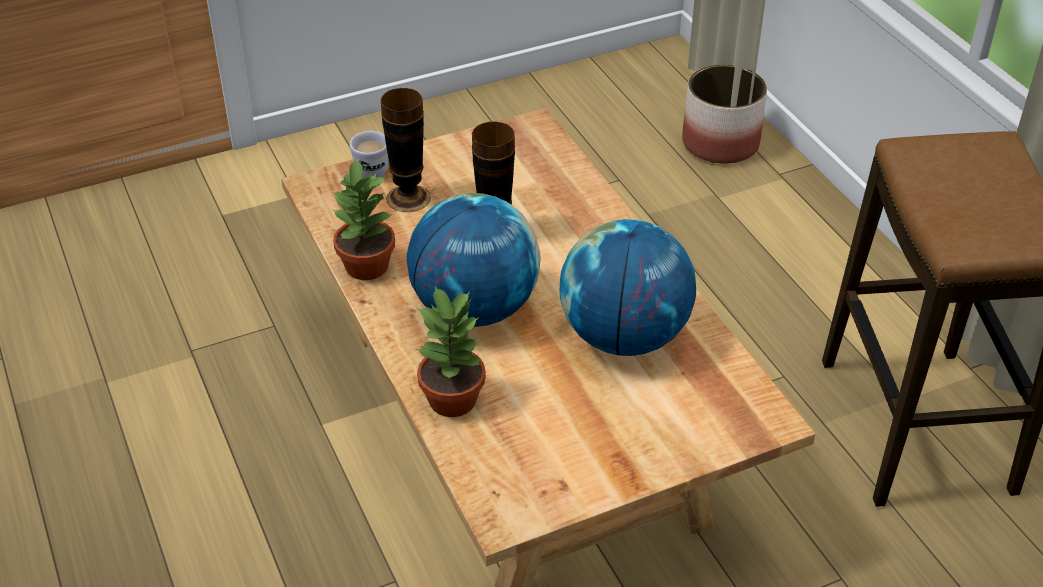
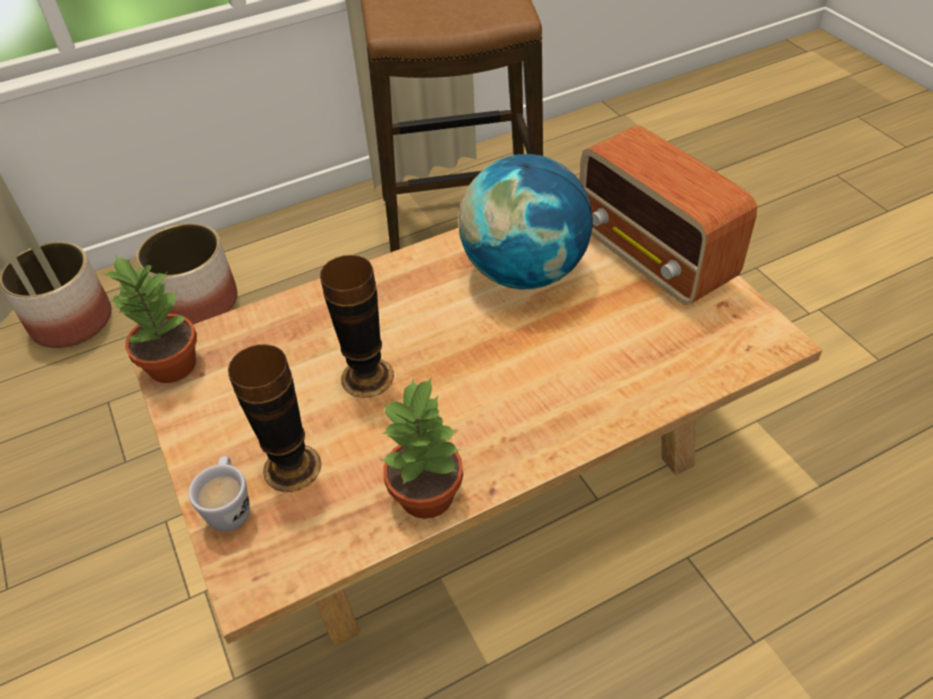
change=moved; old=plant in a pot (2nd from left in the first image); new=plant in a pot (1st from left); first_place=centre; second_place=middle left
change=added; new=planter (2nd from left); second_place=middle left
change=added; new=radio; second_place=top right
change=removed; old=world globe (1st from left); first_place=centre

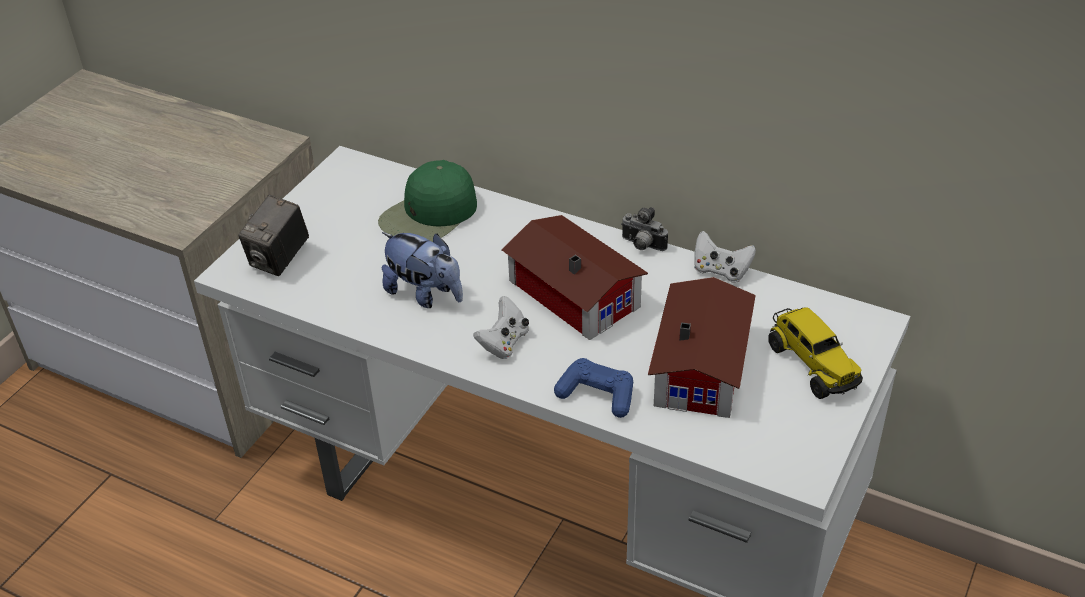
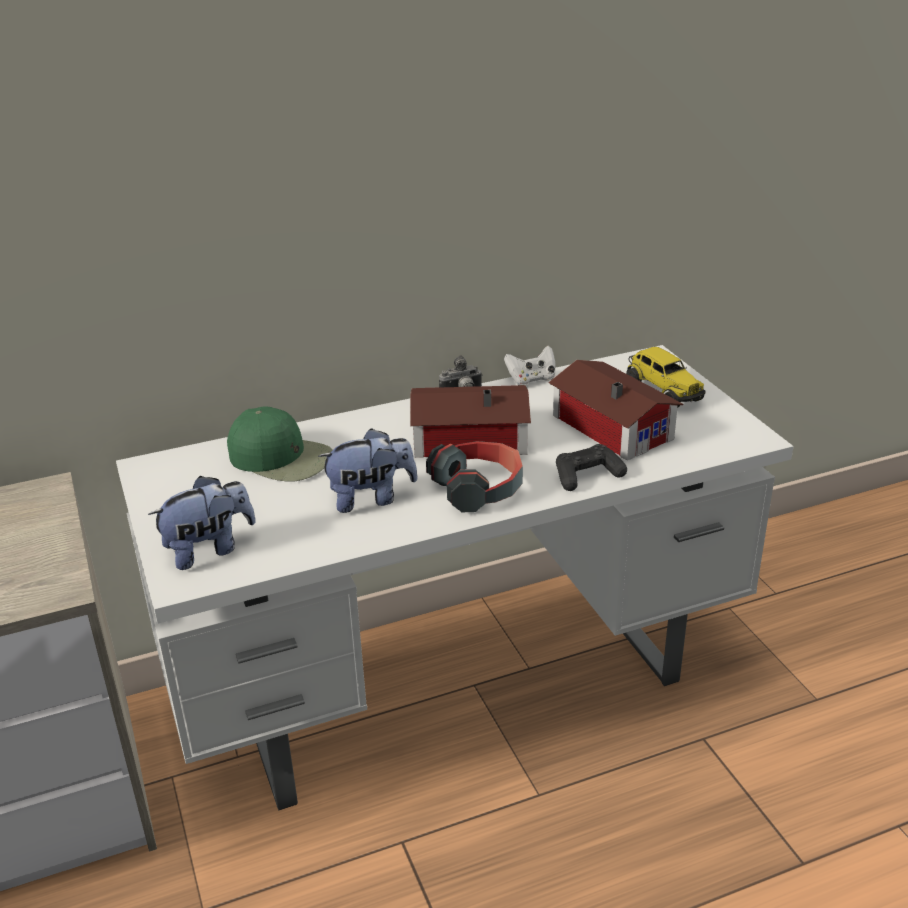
change=replaced; old=still camera (1st from left); new=plush toy (1st from left); first_place=middle left; second_place=middle left
change=turned; old=peaked cap (green); first_place=centre; second_place=middle left; degrees=-60
change=replaced; old=game controller (white) (1st from left); new=pair of headphones; first_place=centre; second_place=centre
change=recoloured; old=game controller (bluish); new=game controller (black-coloured); first_place=centre; second_place=centre
change=turned; old=toy lorry; first_place=middle right; second_place=middle right; degrees=45

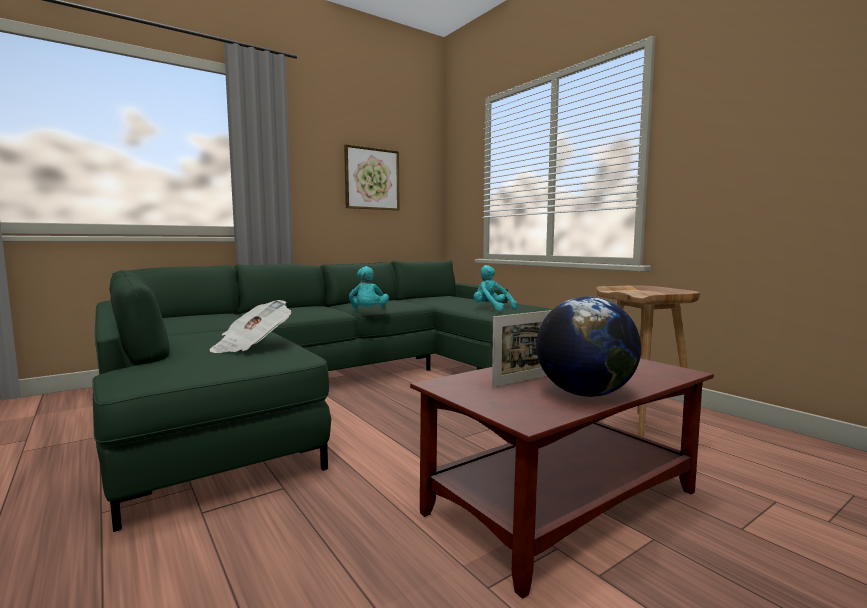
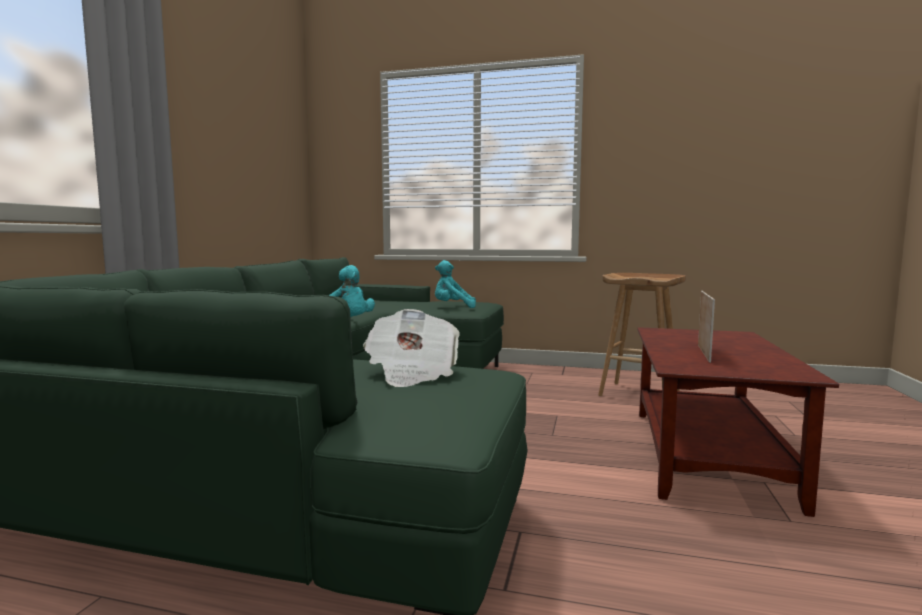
change=removed; old=picture; first_place=top centre
change=removed; old=world globe; first_place=middle right

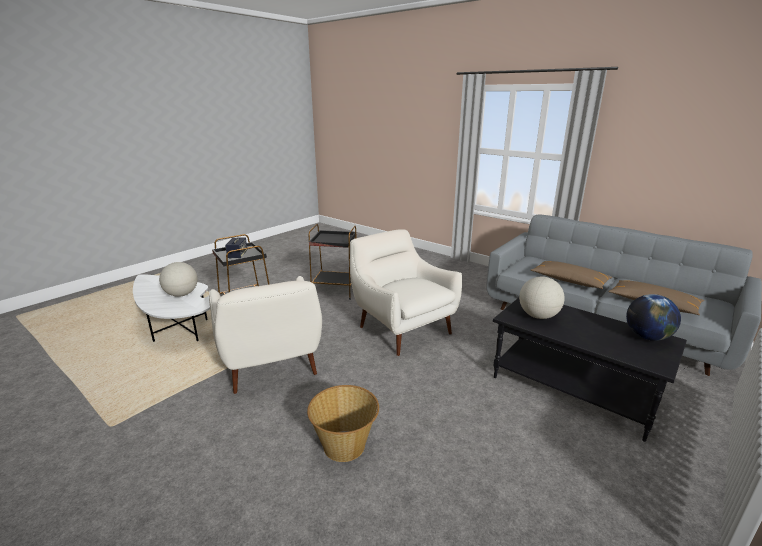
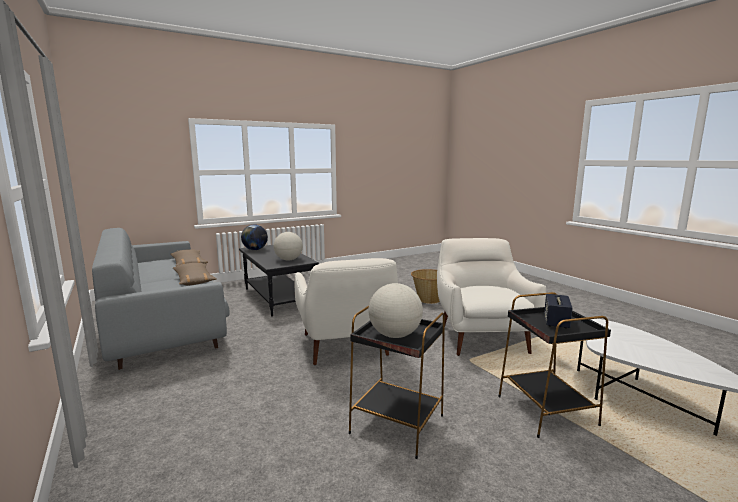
change=moved; old=world globe (1st from left in the first image); new=world globe (3rd from left); first_place=middle left; second_place=centre

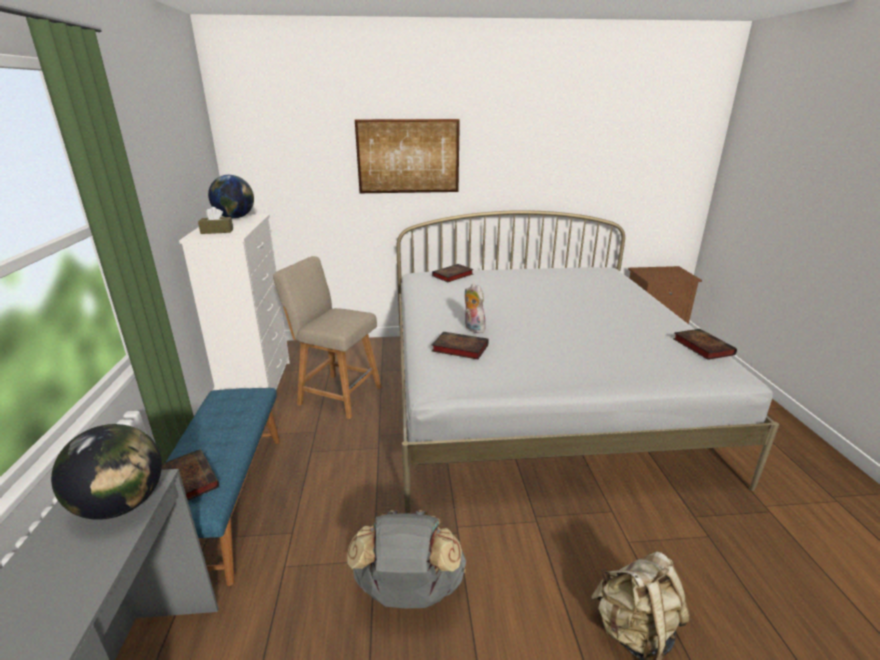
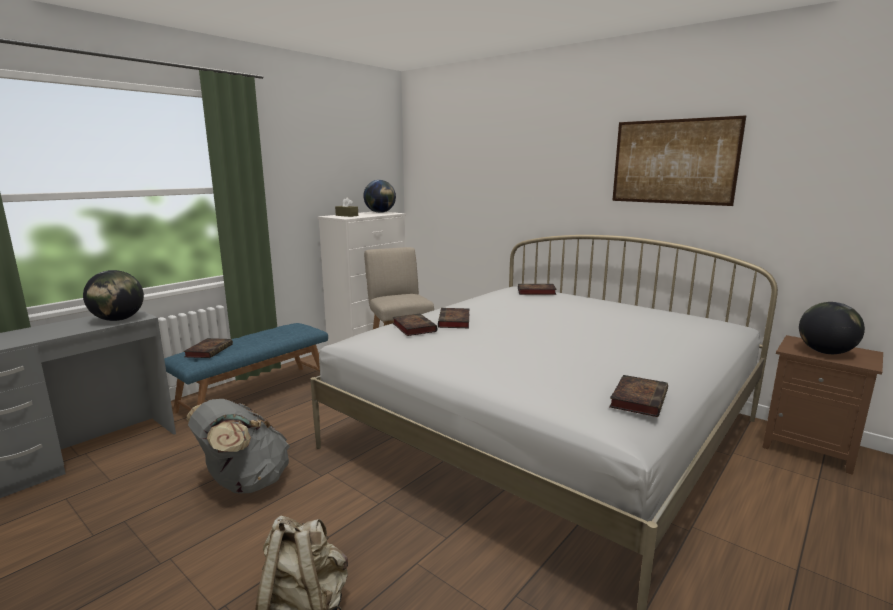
change=replaced; old=plush toy; new=book (3rd from left); first_place=centre; second_place=centre
change=moved; old=picture; first_place=top centre; second_place=top right
change=added; new=world globe (3rd from left); second_place=middle right

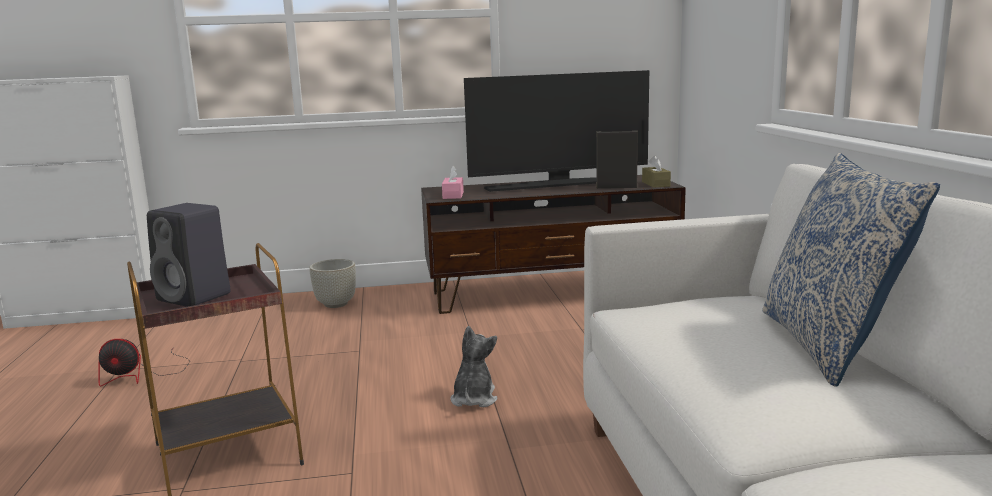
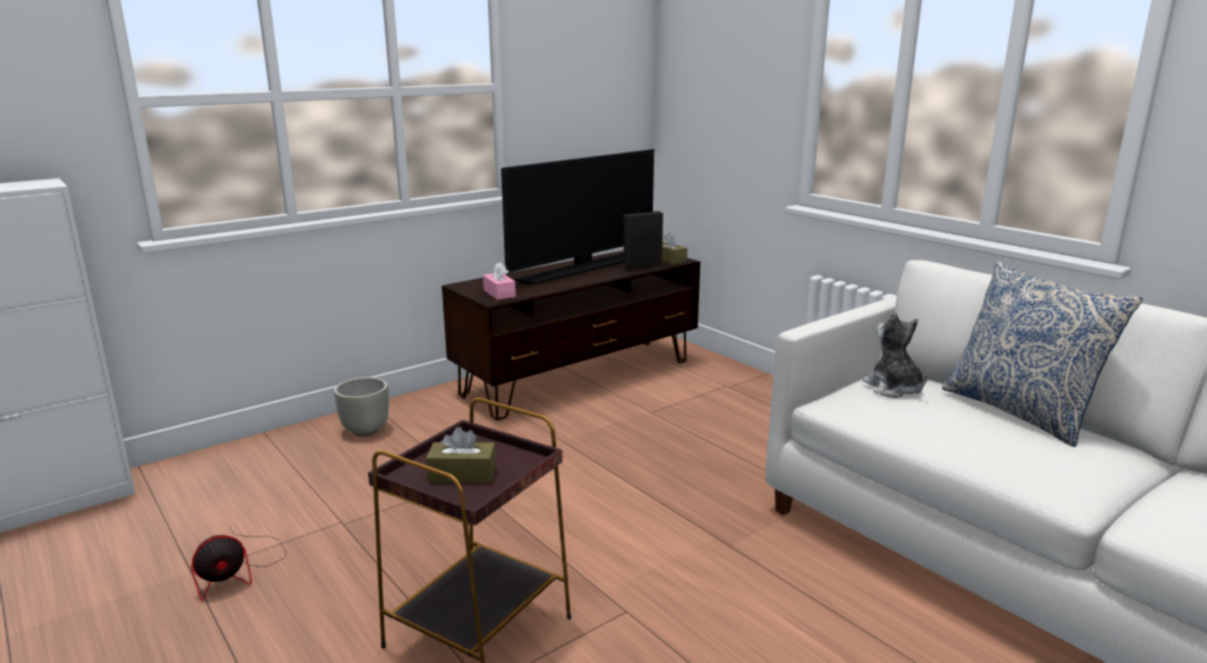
change=replaced; old=speaker (black-coloured) (1st from left); new=box of tissues (brownish) (1st from left); first_place=middle left; second_place=bottom centre
change=moved; old=plush toy; first_place=bottom centre; second_place=middle right

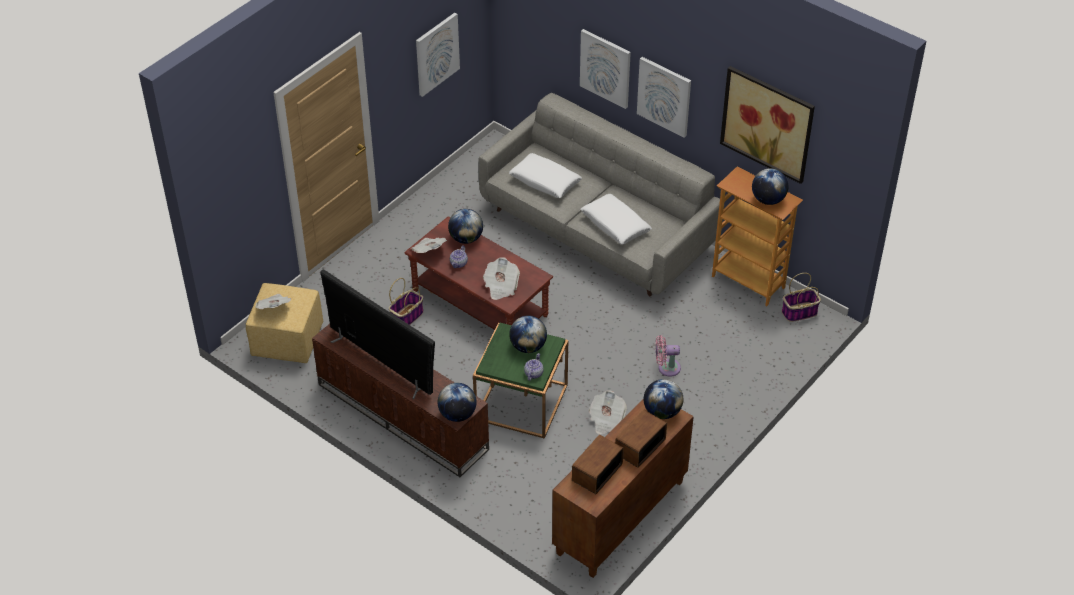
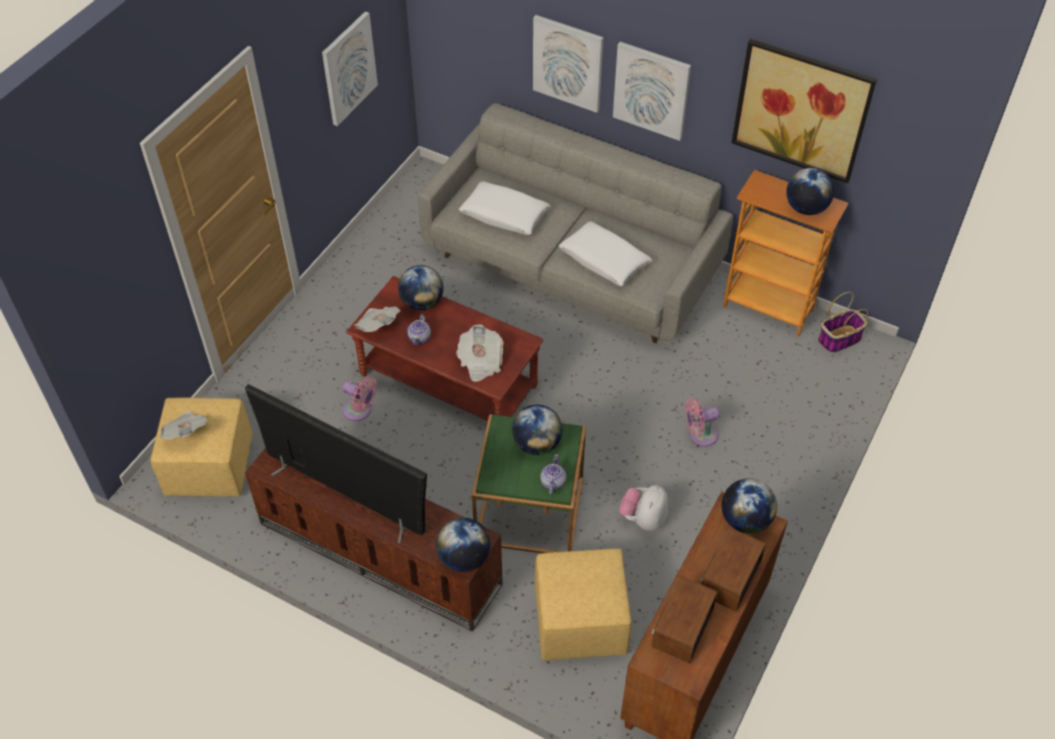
change=replaced; old=basket (1st from left); new=cooling fan (pinkish) (1st from left); first_place=centre; second_place=centre
change=added; new=footrest (yellowish) (2nd from left); second_place=bottom centre
change=replaced; old=daily paper (4th from left); new=plush toy; first_place=bottom centre; second_place=bottom centre

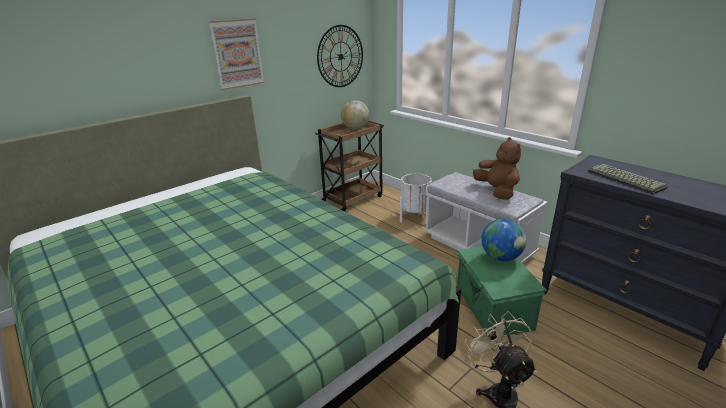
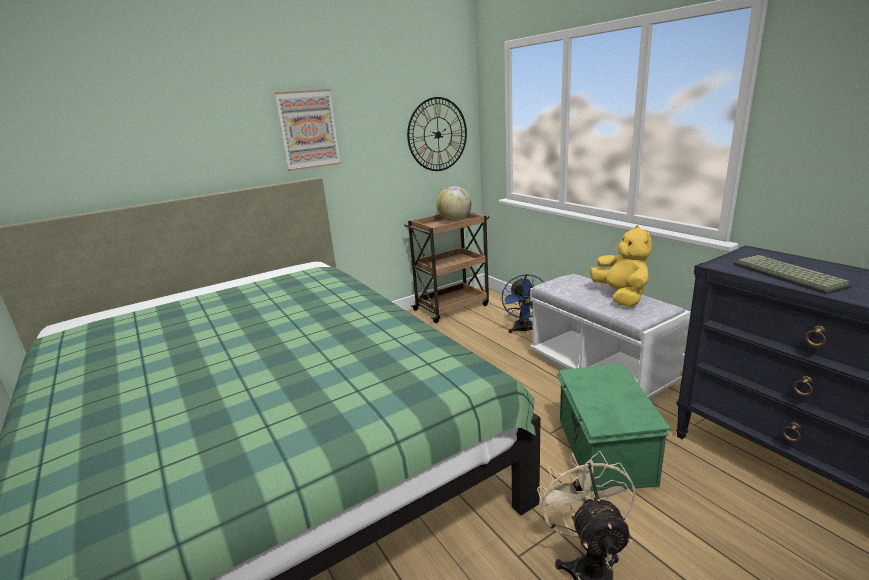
change=replaced; old=planter (white); new=cooling fan (bluish); first_place=centre; second_place=centre
change=recoloured; old=plush toy (brownish); new=plush toy (yellowish); first_place=middle right; second_place=middle right
change=removed; old=world globe (2nd from left); first_place=middle right

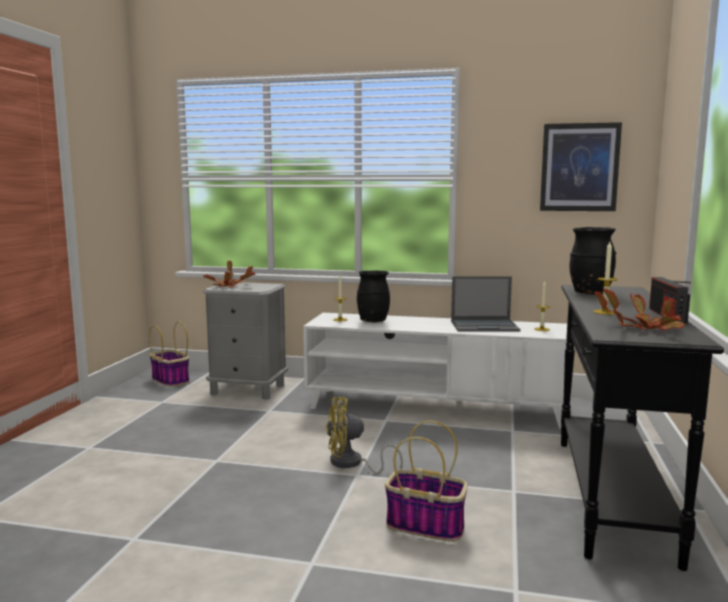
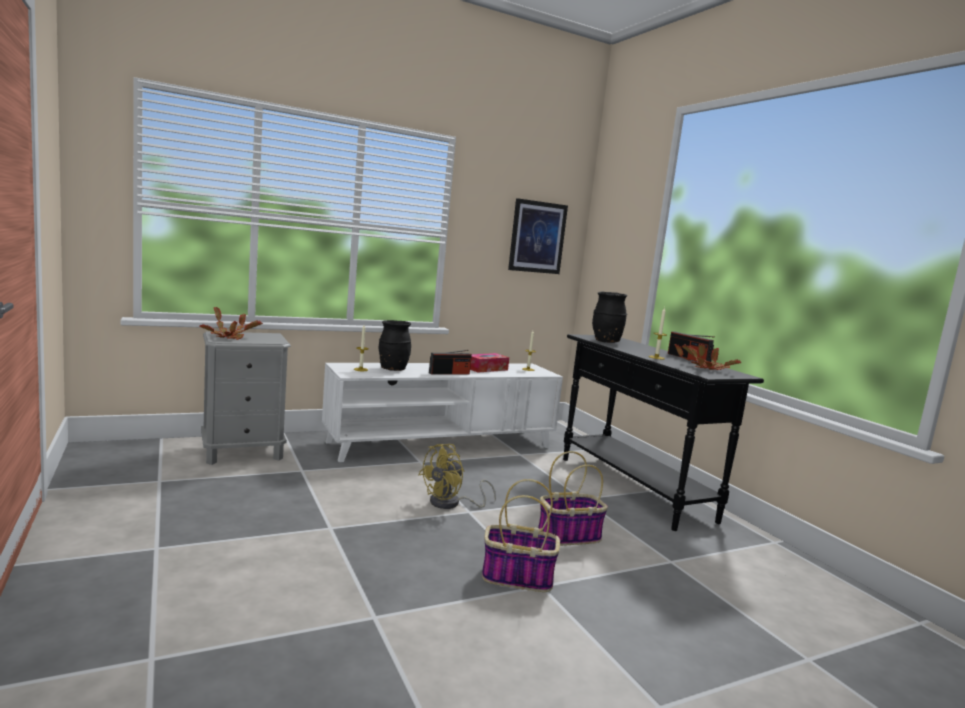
change=added; new=radio (1st from left); second_place=centre
change=replaced; old=notebook computer; new=box of tissues; first_place=middle right; second_place=centre
change=moved; old=basket (1st from left); first_place=middle left; second_place=bottom centre

